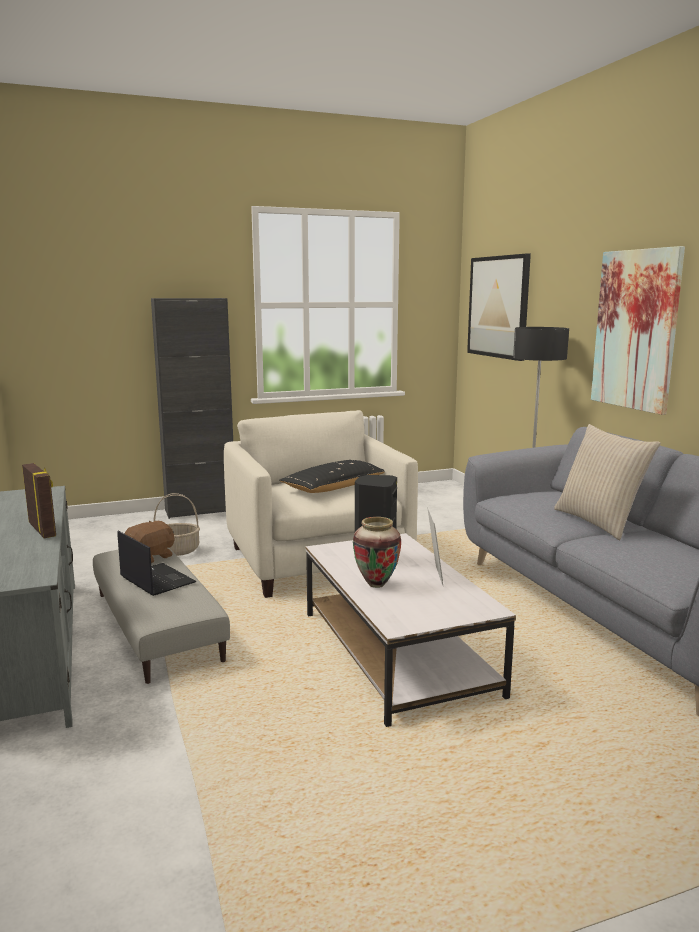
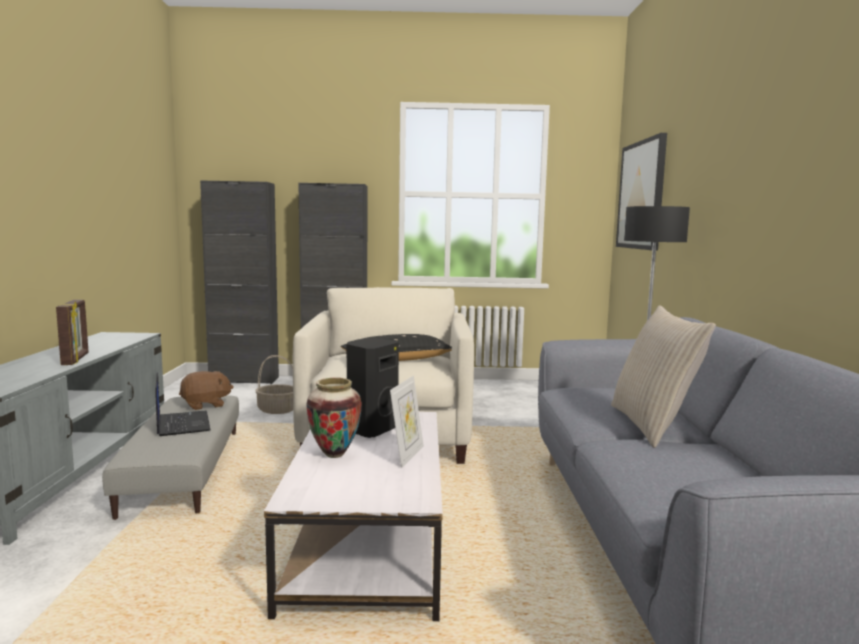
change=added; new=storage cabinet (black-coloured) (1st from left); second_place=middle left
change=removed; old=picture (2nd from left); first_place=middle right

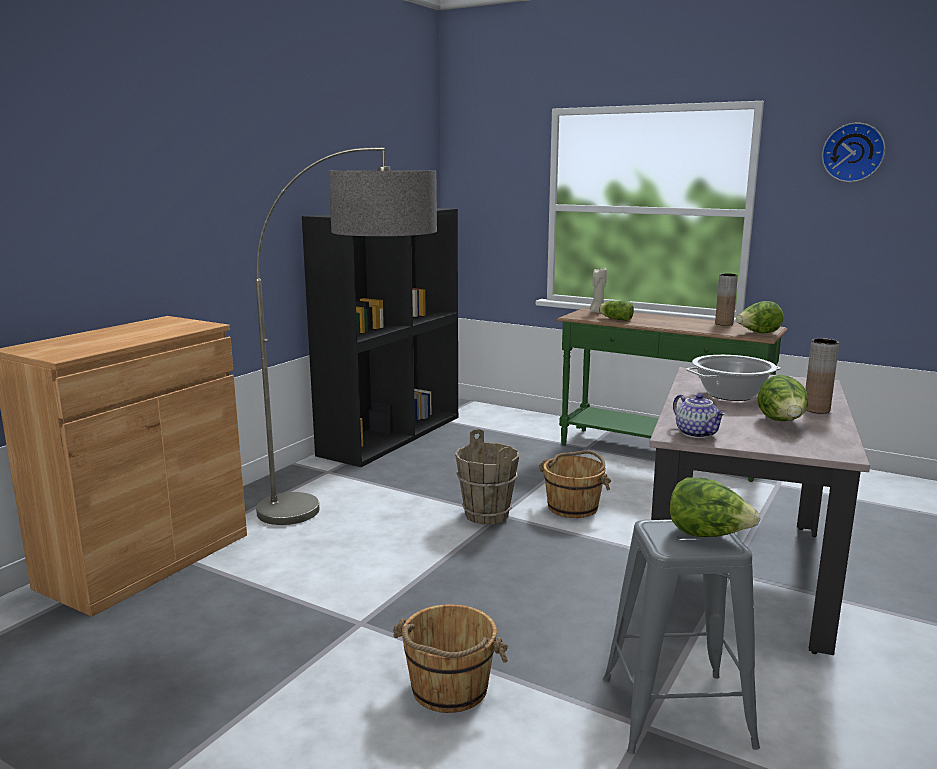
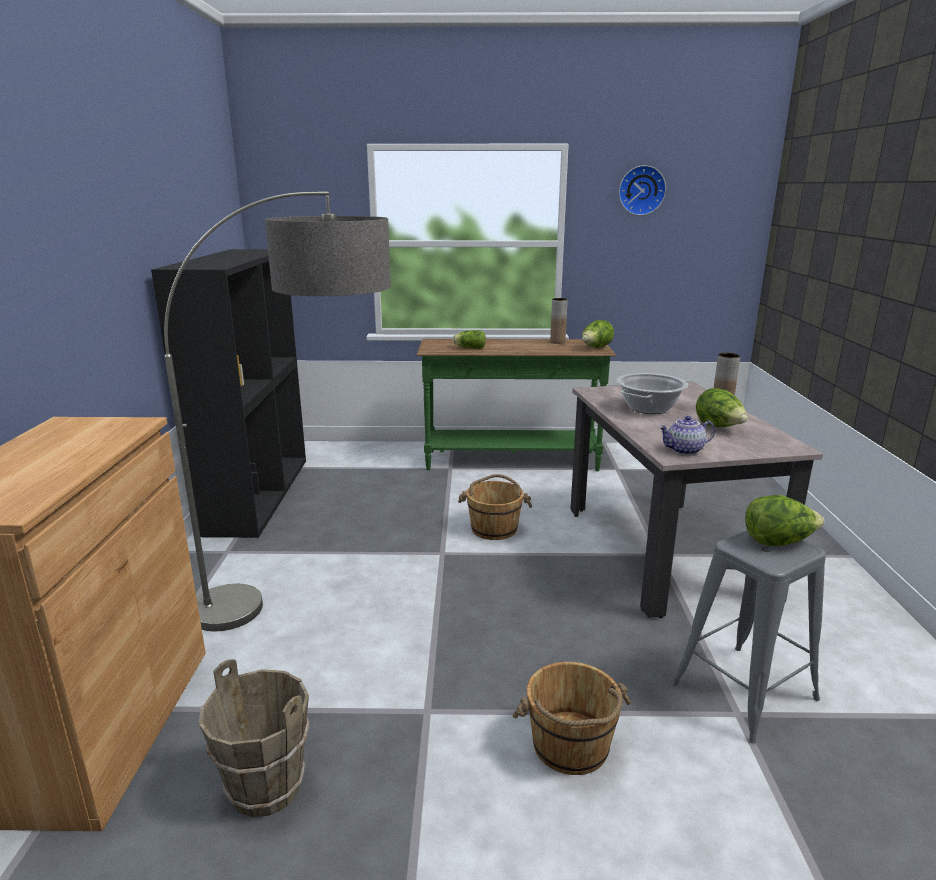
change=moved; old=bucket (brownish) (2nd from left in the first image); new=bucket (brownish) (1st from left); first_place=centre; second_place=bottom left
change=turned; old=tea pot; first_place=middle right; second_place=middle right; degrees=135
change=removed; old=candle (sand-coloured); first_place=centre

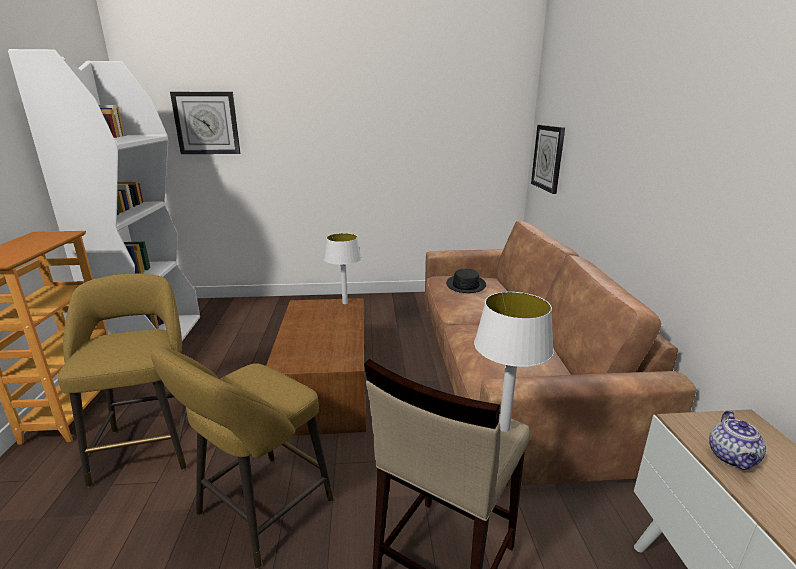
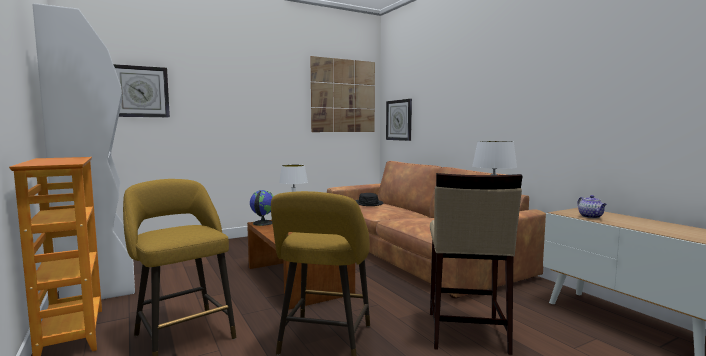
change=added; new=world globe; second_place=centre
change=added; new=picture; second_place=top centre

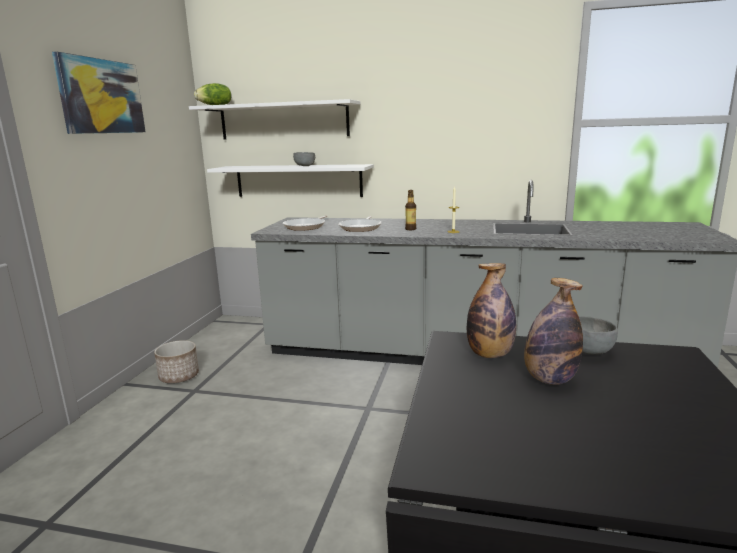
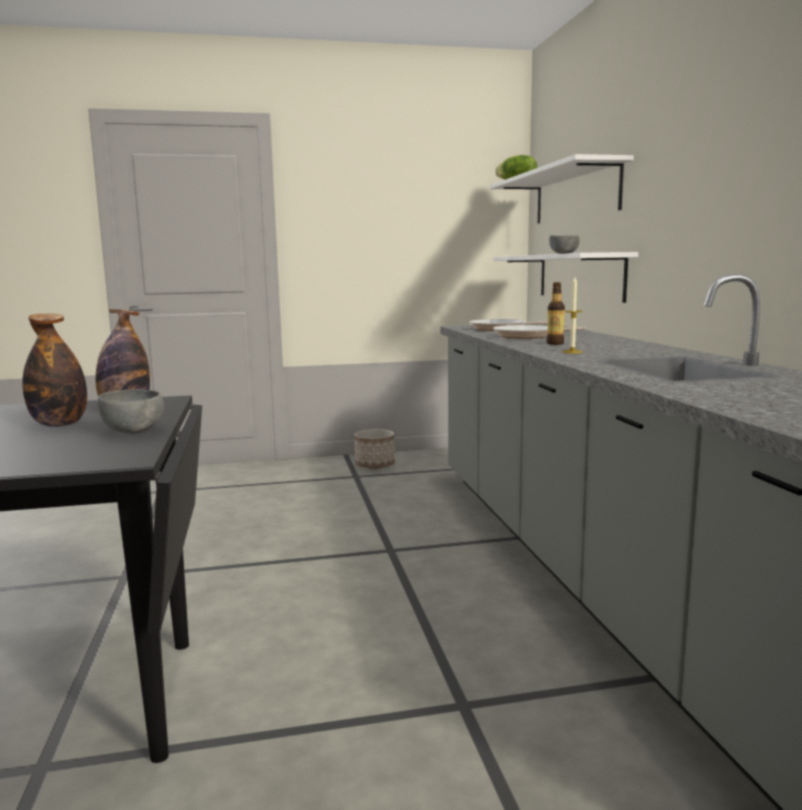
change=removed; old=picture; first_place=top left

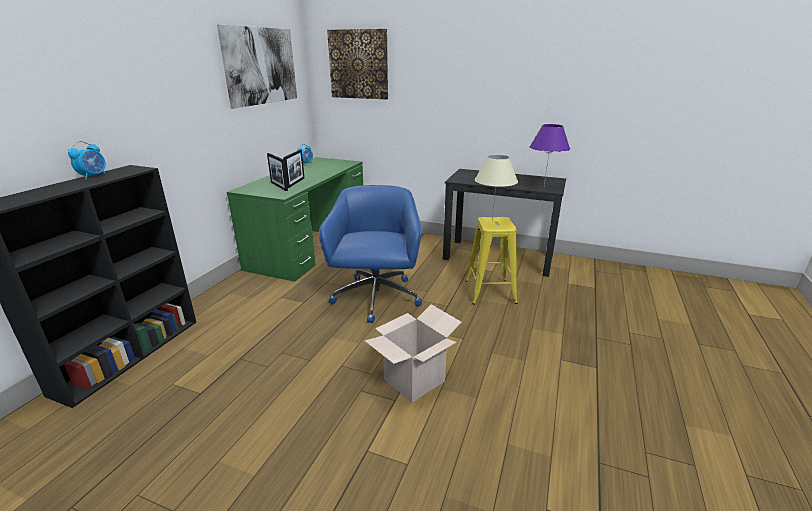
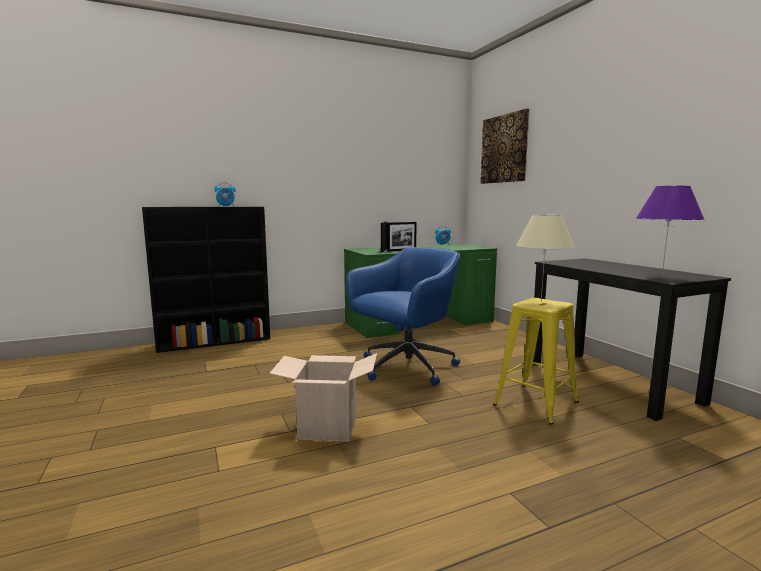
change=removed; old=picture (1st from left); first_place=top left

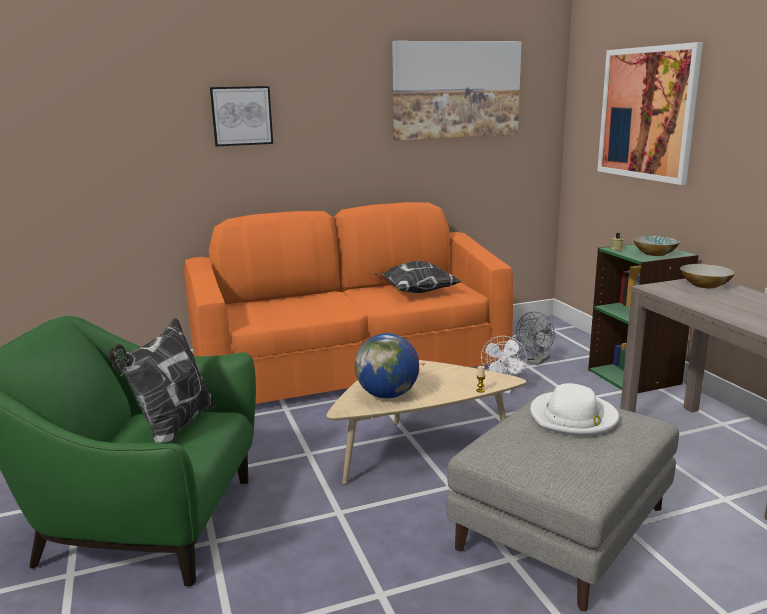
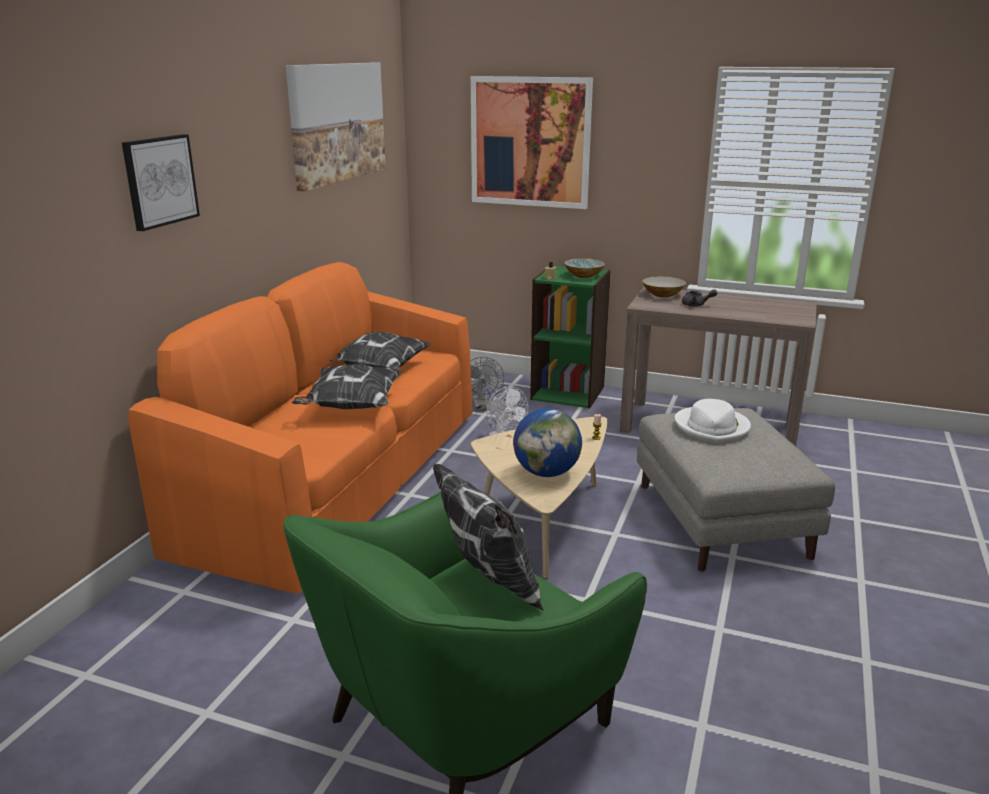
change=added; new=cushion (1st from left); second_place=centre
change=added; new=tea pot (gray); second_place=middle right

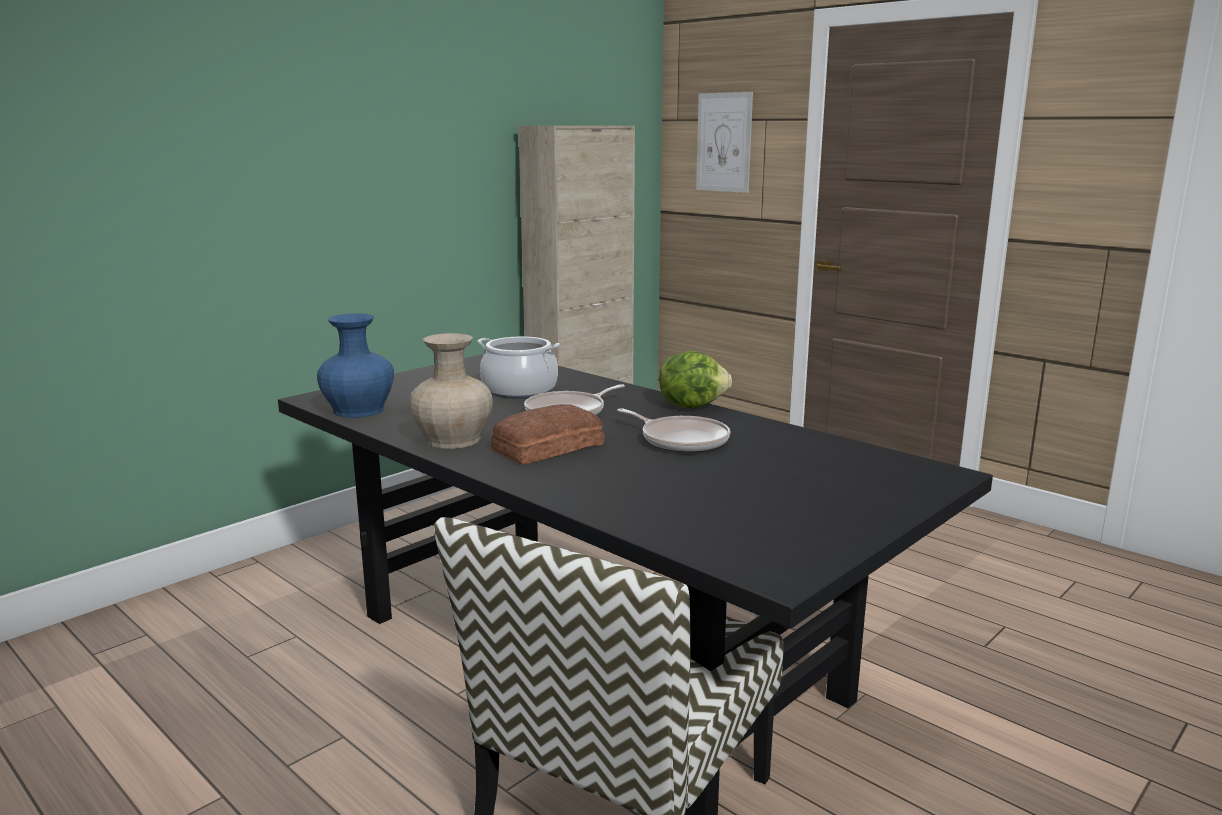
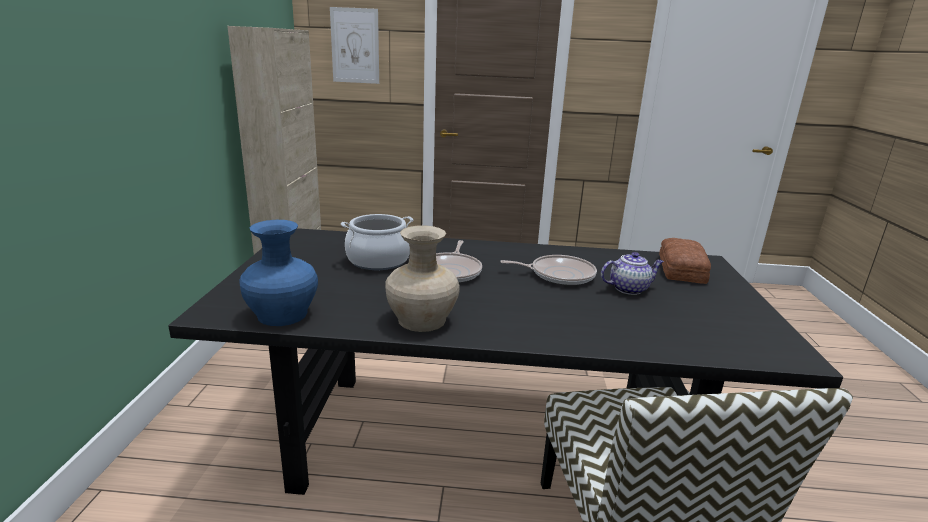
change=added; new=tea pot; second_place=middle right
change=moved; old=bakery bread; first_place=centre; second_place=middle right
change=removed; old=lettuce head; first_place=centre

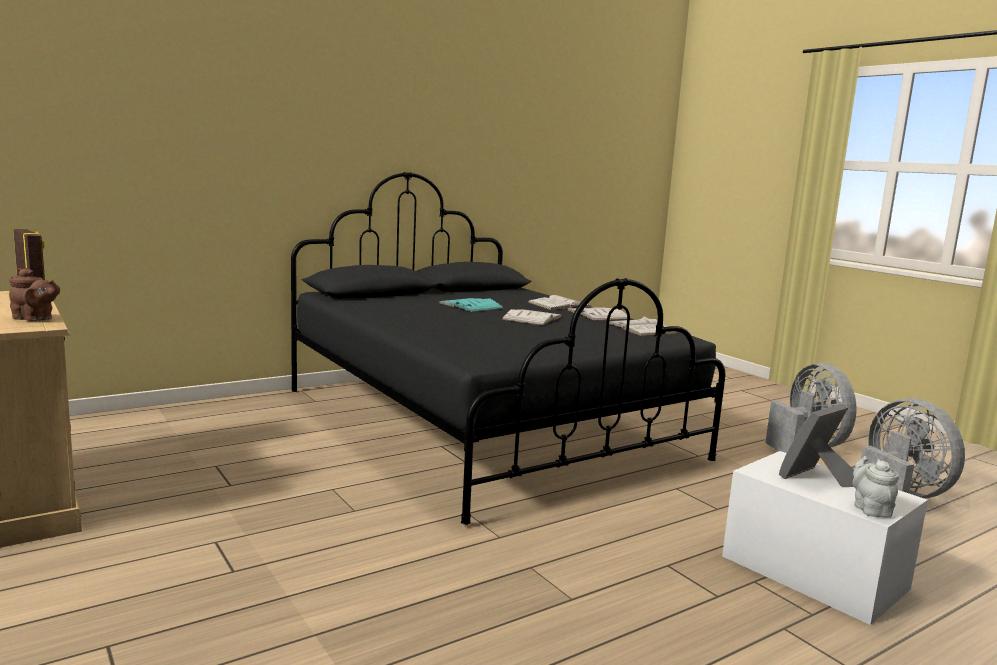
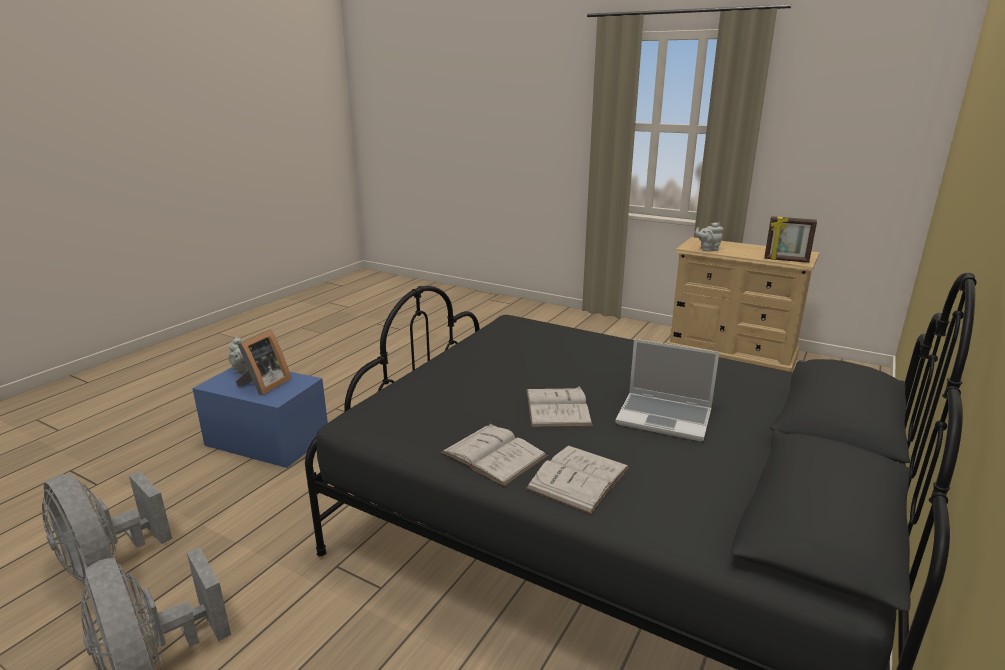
change=recoloured; old=storage box (white); new=storage box (bluish); first_place=bottom right; second_place=middle left
change=replaced; old=book (turquoise-coloured); new=notebook computer; first_place=centre; second_place=centre
change=recoloured; old=tea pot (brownish); new=tea pot (gray) (2nd from left); first_place=middle left; second_place=middle right
change=removed; old=book (white) (4th from left); first_place=centre

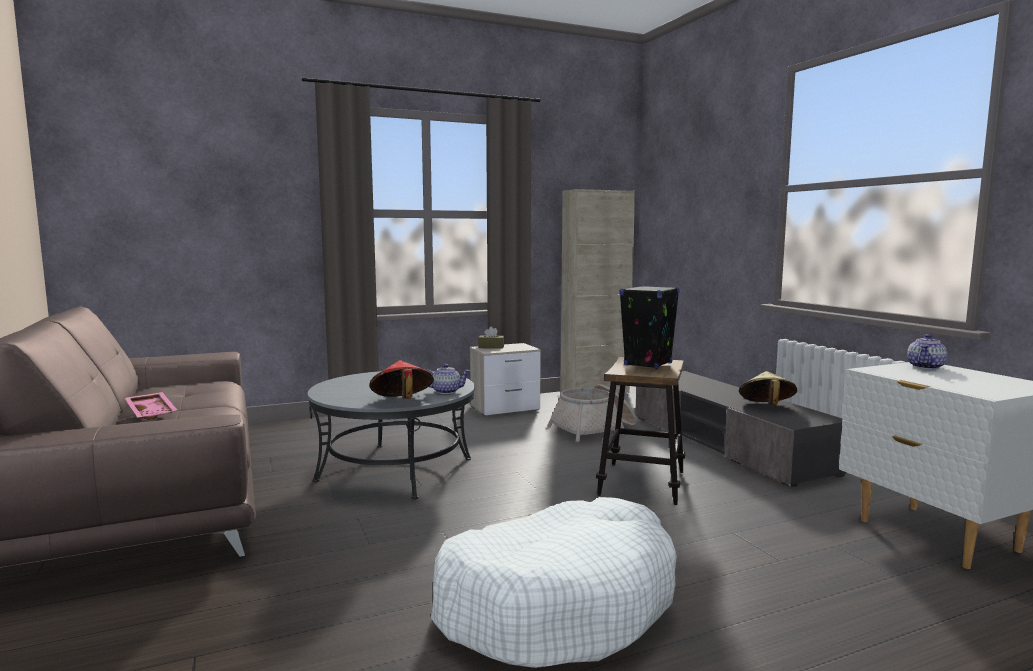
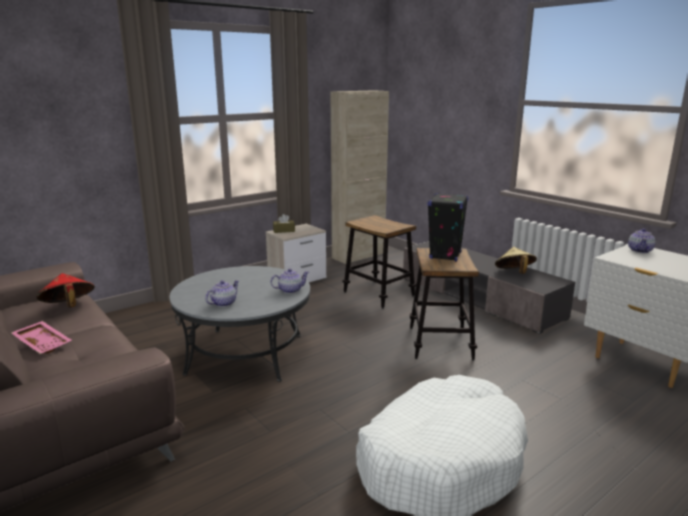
change=moved; old=clothing hat (red); first_place=centre; second_place=middle left
change=added; new=tea pot (1st from left); second_place=middle left
change=replaced; old=basket; new=stool seat (1st from left); first_place=centre; second_place=centre

